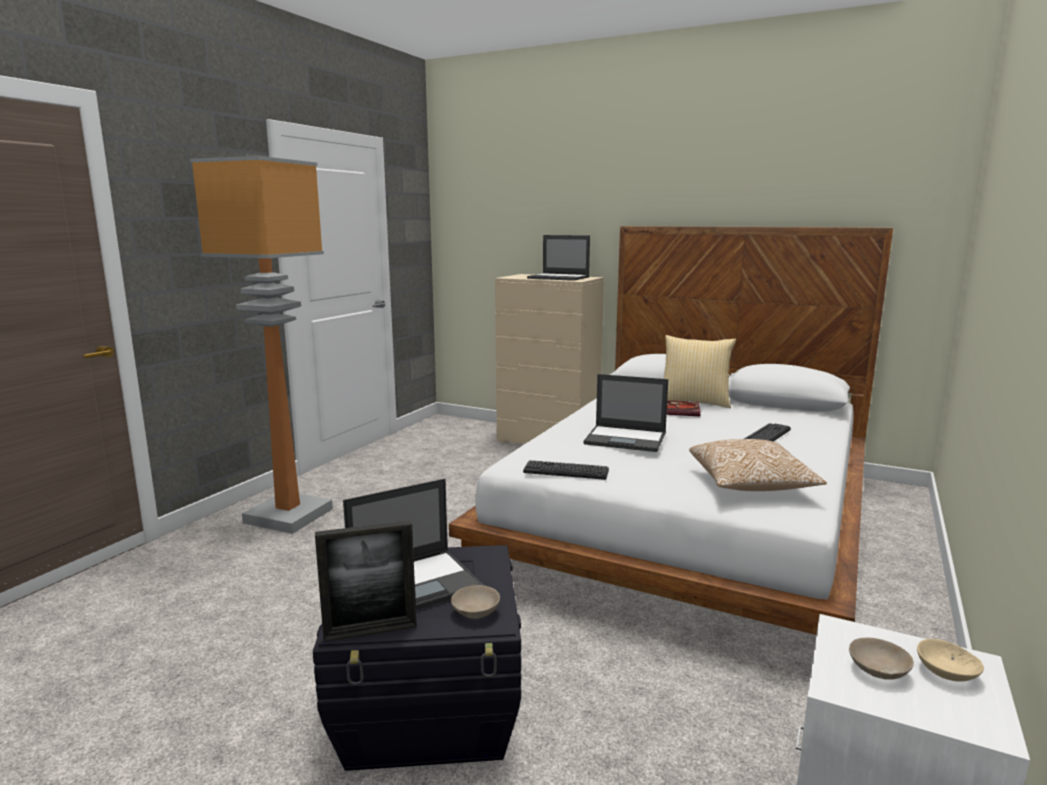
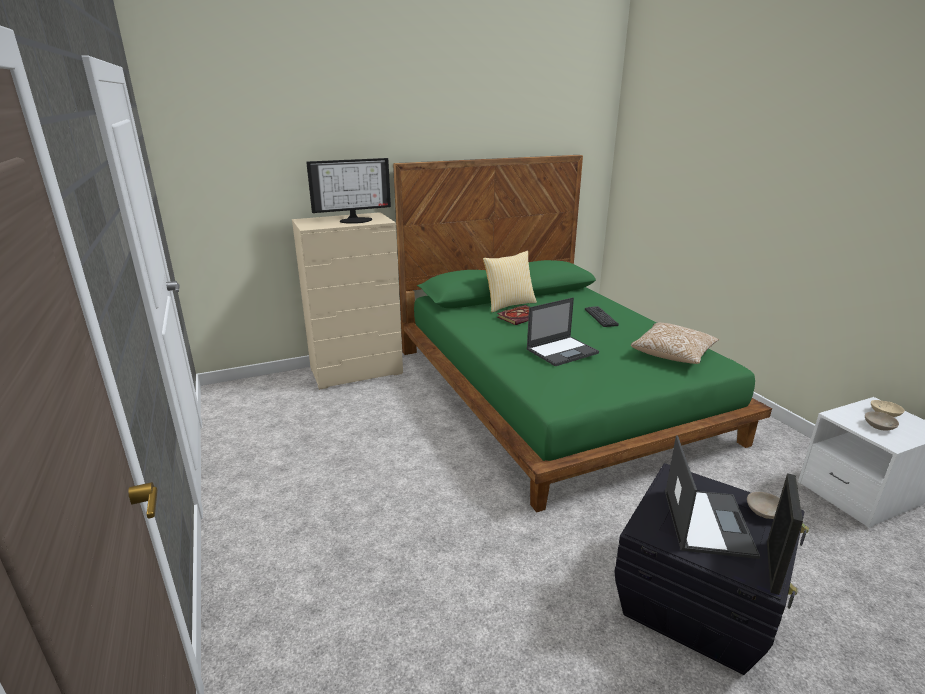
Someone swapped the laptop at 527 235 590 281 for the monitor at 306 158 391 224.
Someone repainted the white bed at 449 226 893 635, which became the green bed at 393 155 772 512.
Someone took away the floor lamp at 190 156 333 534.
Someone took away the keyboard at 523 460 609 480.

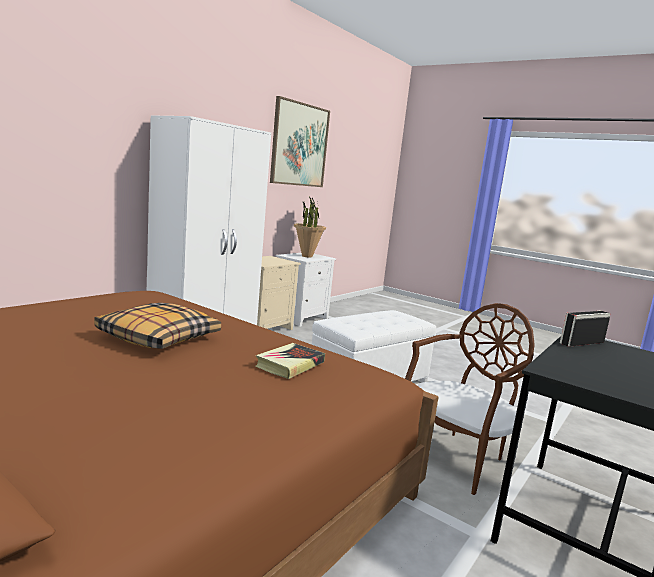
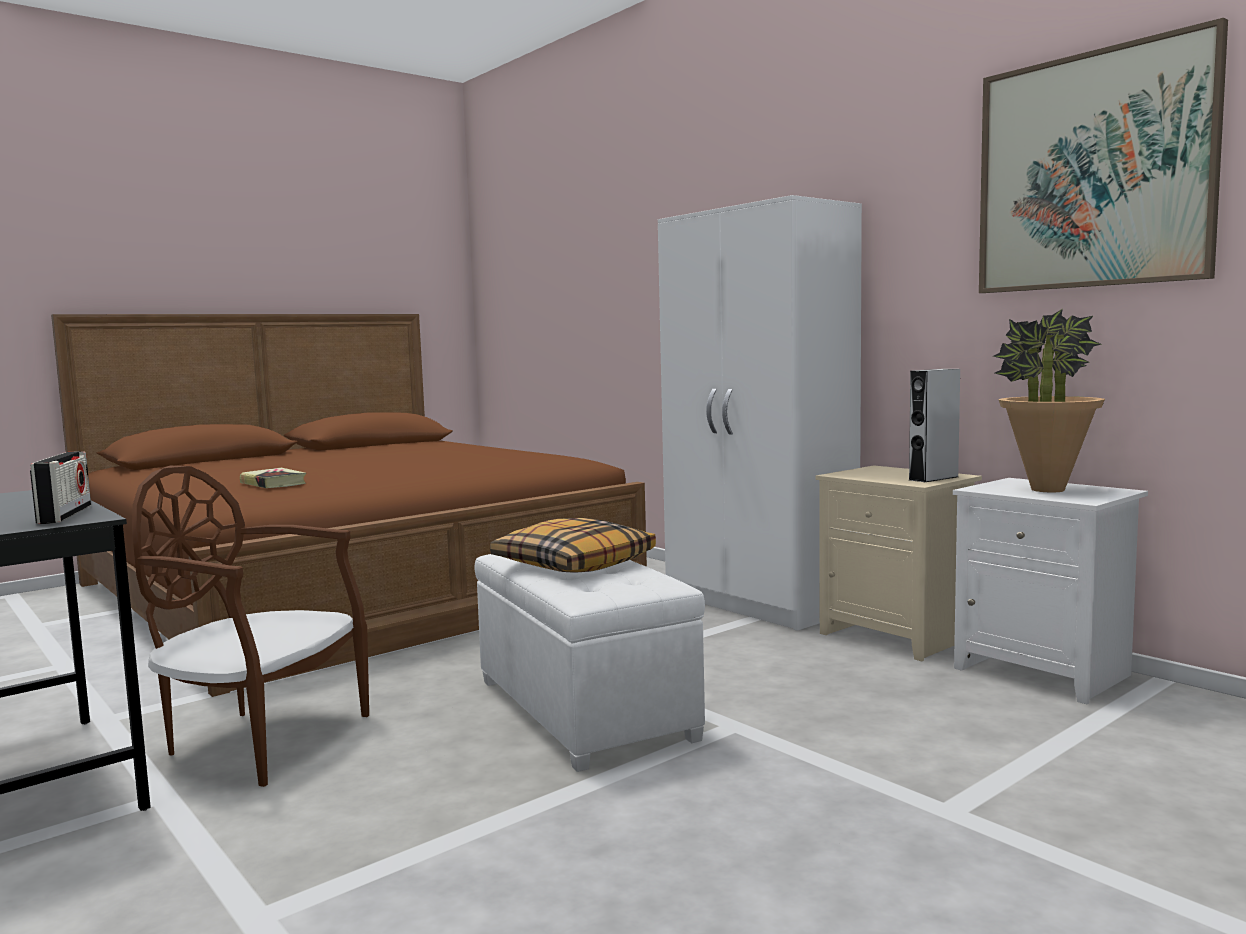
Someone rotated the brown chair at 405 303 535 495 by 135 degrees clockwise.
Someone carried the pillow from 94 303 221 349 to 490 518 656 573.
Someone put down the grey speaker at 909 369 960 482.

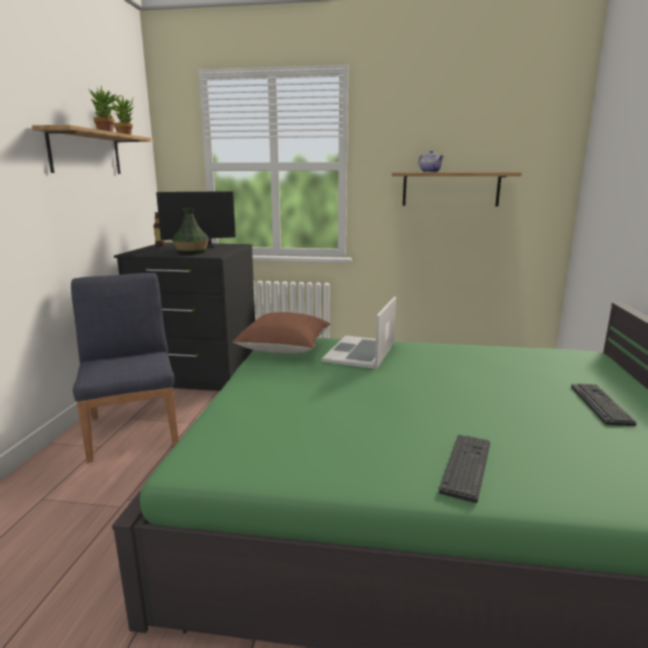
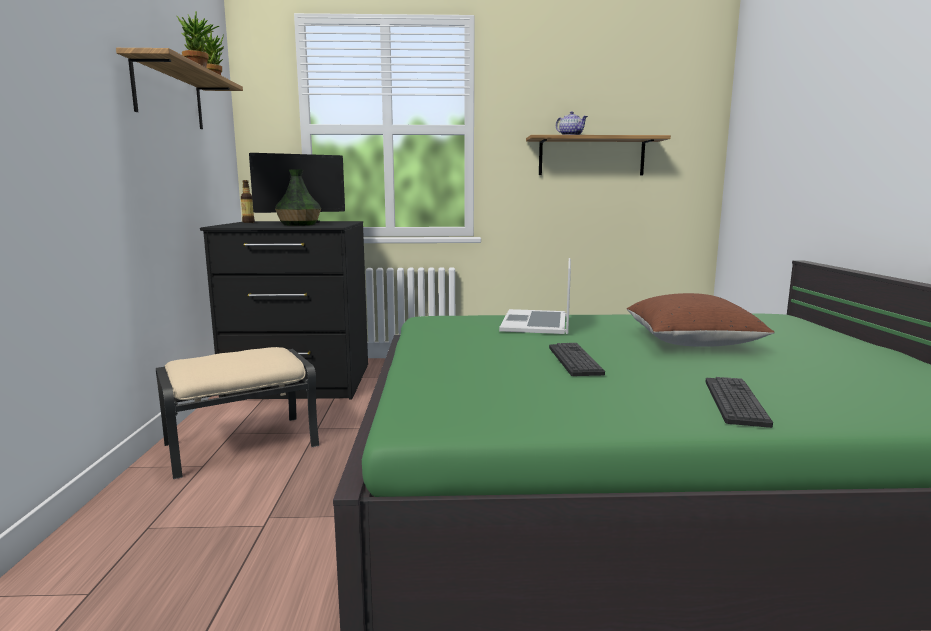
Someone swapped the blue chair at 71 273 178 463 for the beige ottoman at 156 347 319 479.
Someone carried the keyboard from 571 384 637 426 to 549 343 605 376.
Someone carried the brown pillow from 233 312 330 354 to 626 293 774 347.

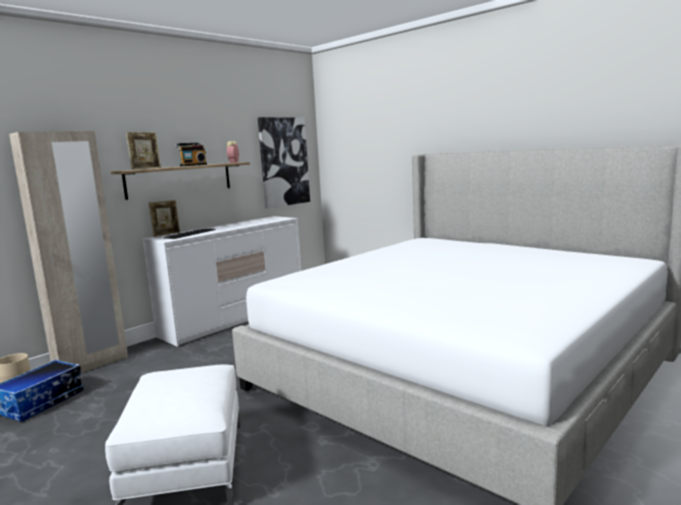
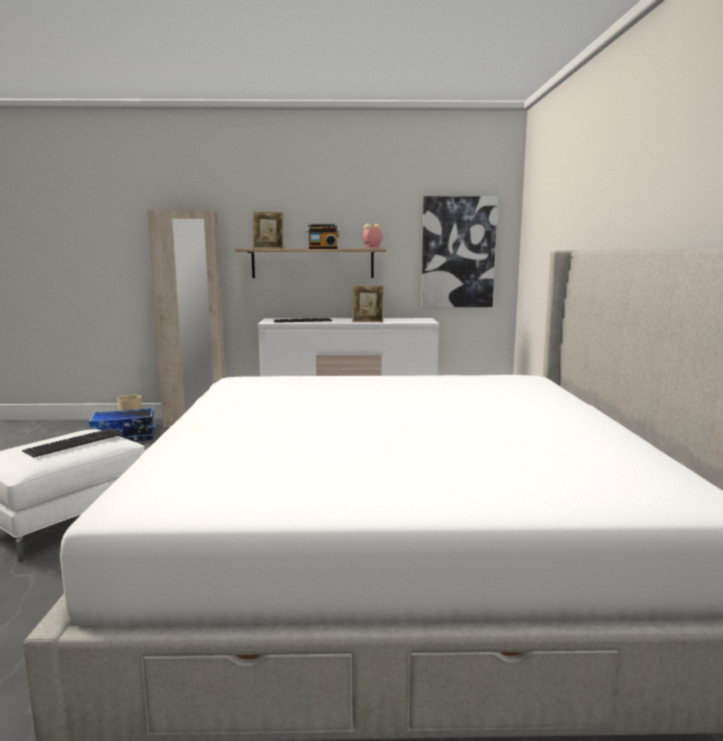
Someone put down the keyboard at 22 429 123 457.
Someone carried the picture frame from 148 200 180 237 to 352 285 384 322.

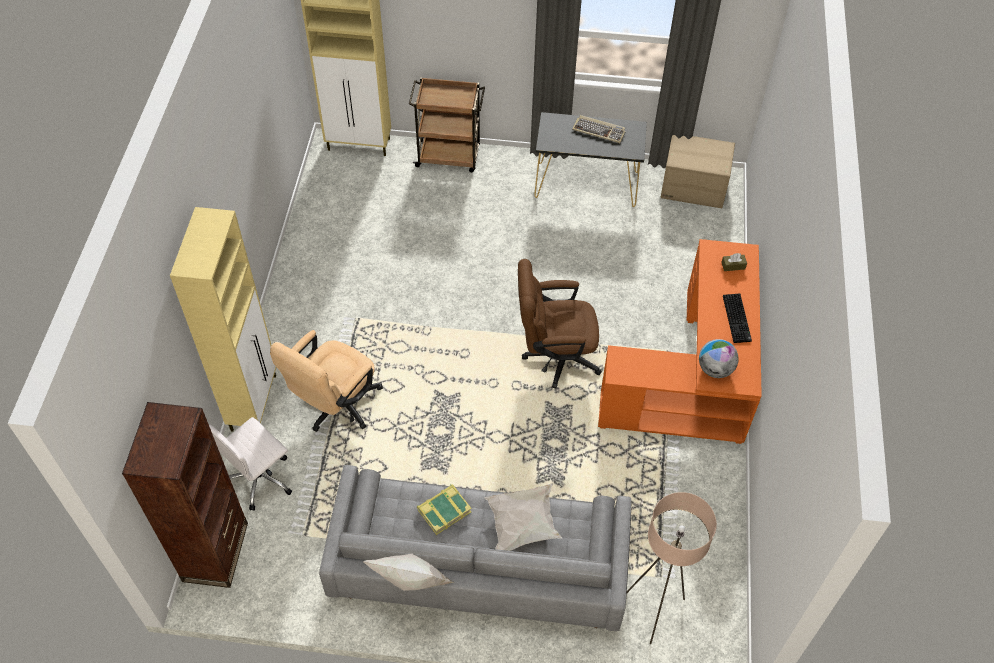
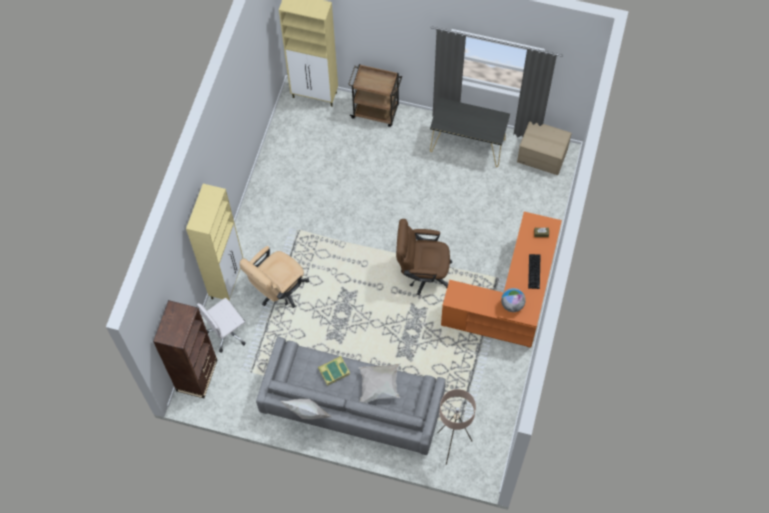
Someone took away the keyboard at 572 115 626 143.

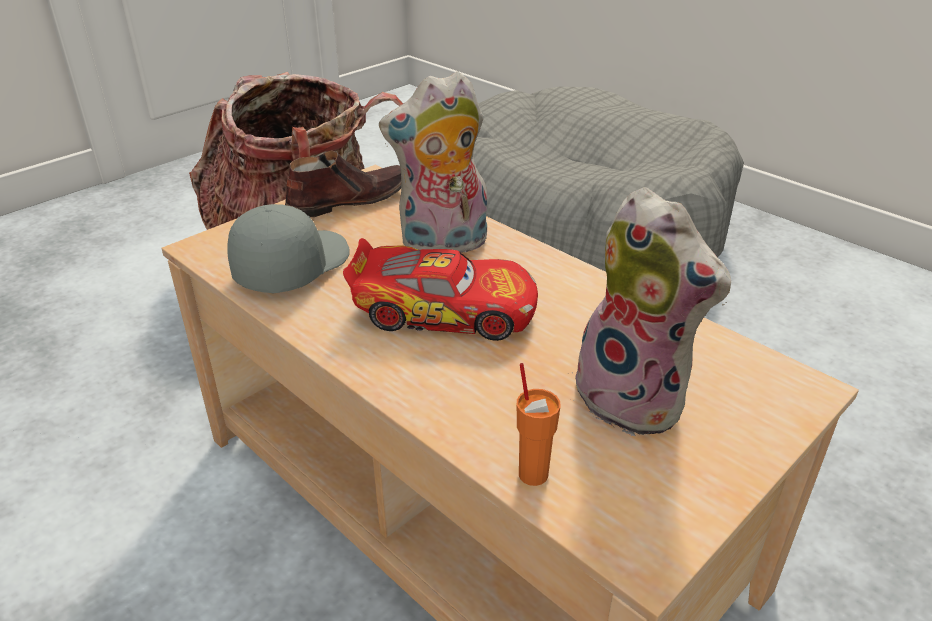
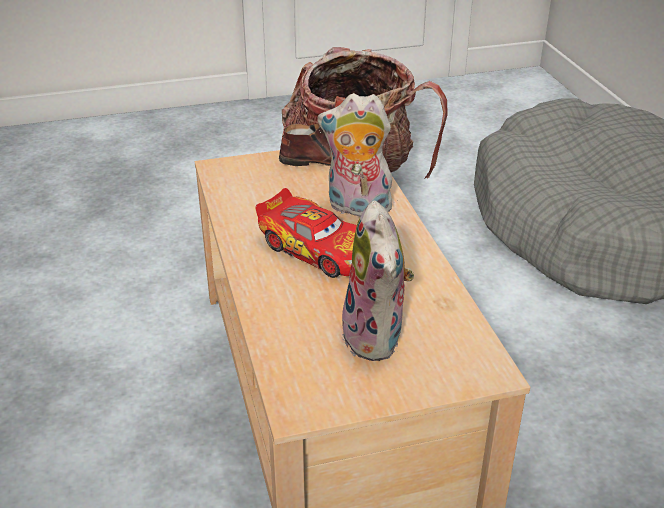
Someone took away the grey cap at 227 204 350 293.
Someone took away the orange cup at 517 363 560 486.

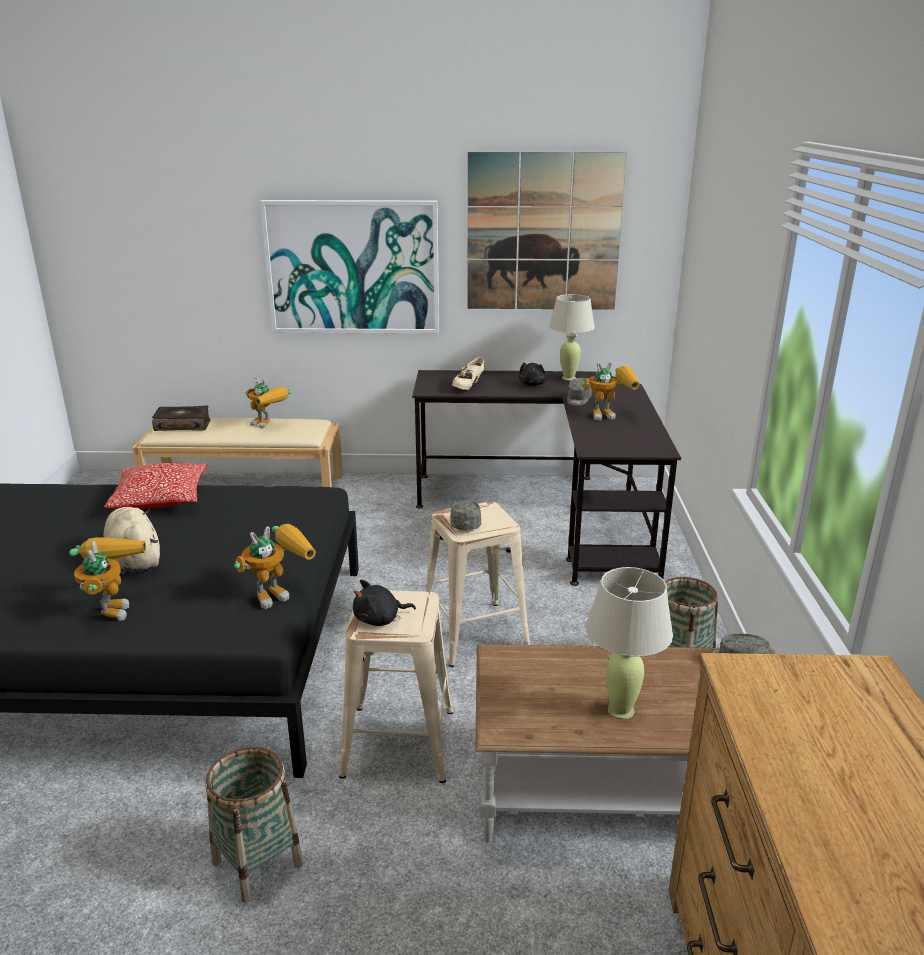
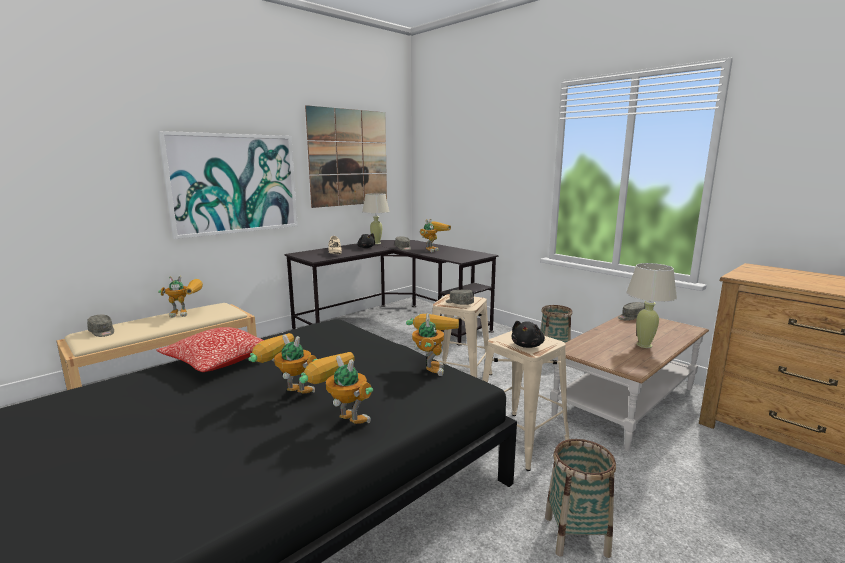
Someone swapped the book at 152 405 211 431 for the grey cap at 87 315 114 337.
Someone swapped the beige plush toy at 103 507 160 574 for the toy robot at 248 333 317 393.

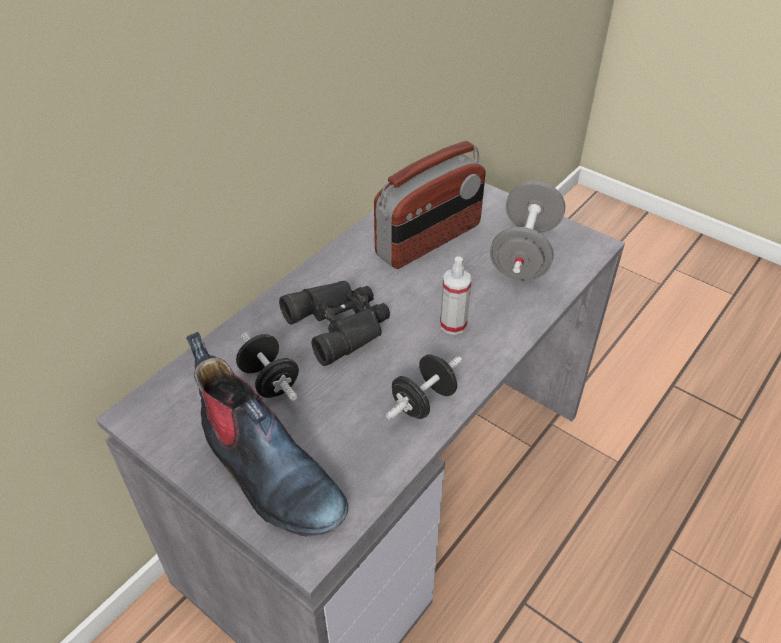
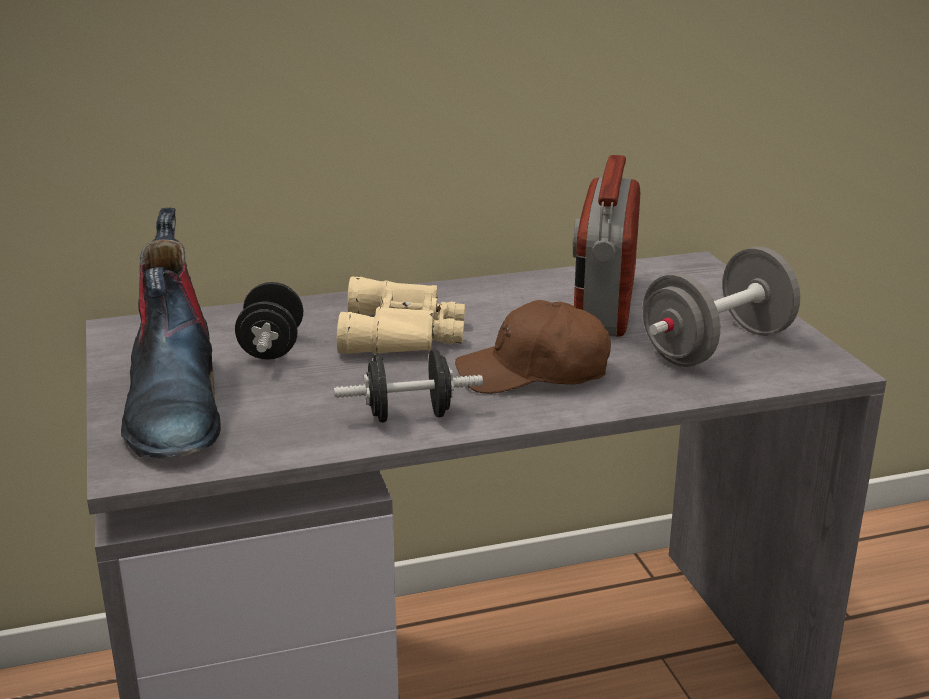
Someone repainted the black binoculars at 279 281 390 366, which became the beige binoculars at 337 277 465 354.
Someone swapped the spray bottle at 440 256 472 335 for the brown cap at 455 300 611 394.
Someone rotated the radio at 374 141 486 269 by 105 degrees clockwise.

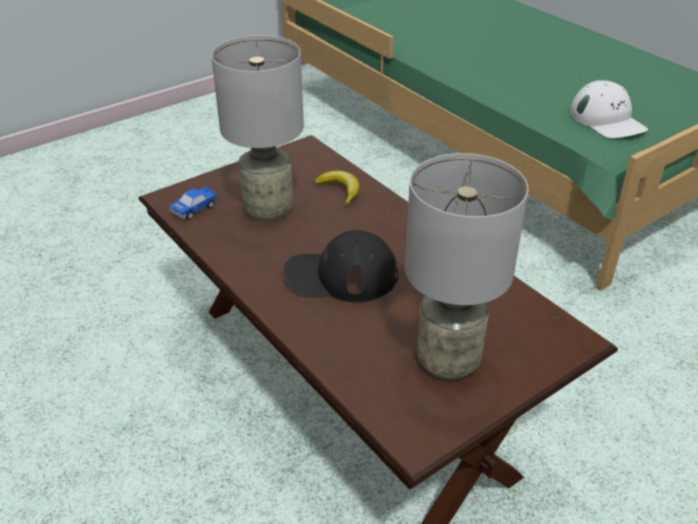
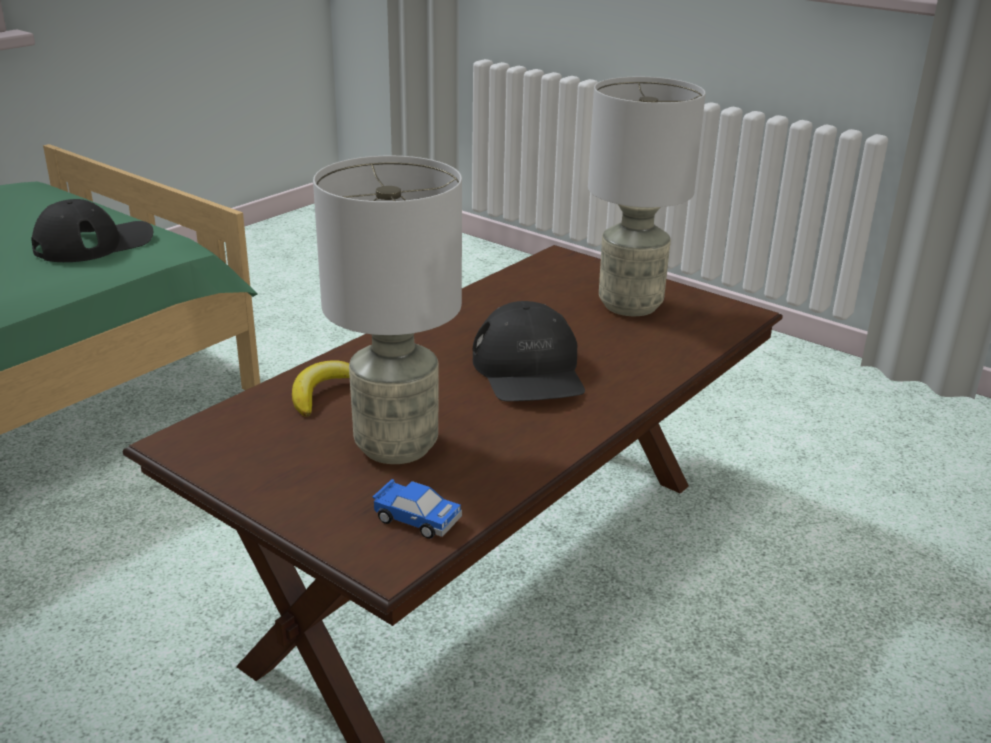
Someone repainted the white cap at 570 80 648 138, which became the black cap at 32 199 153 262.

